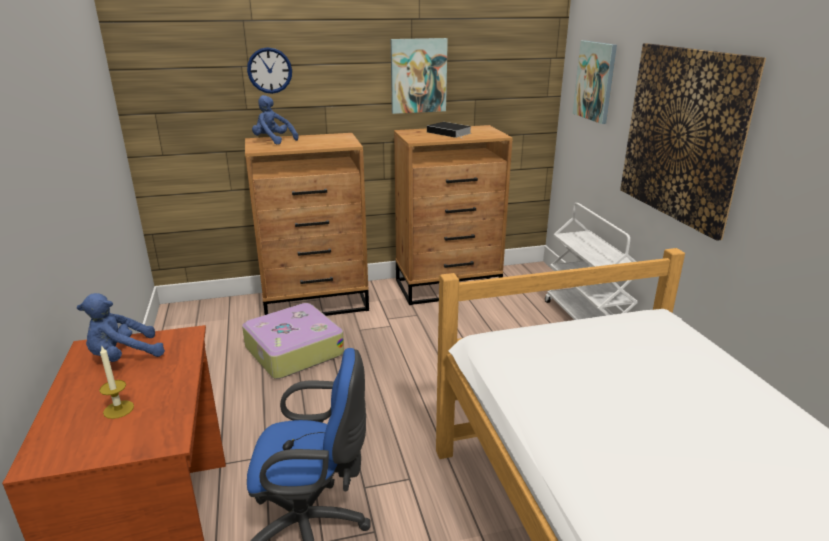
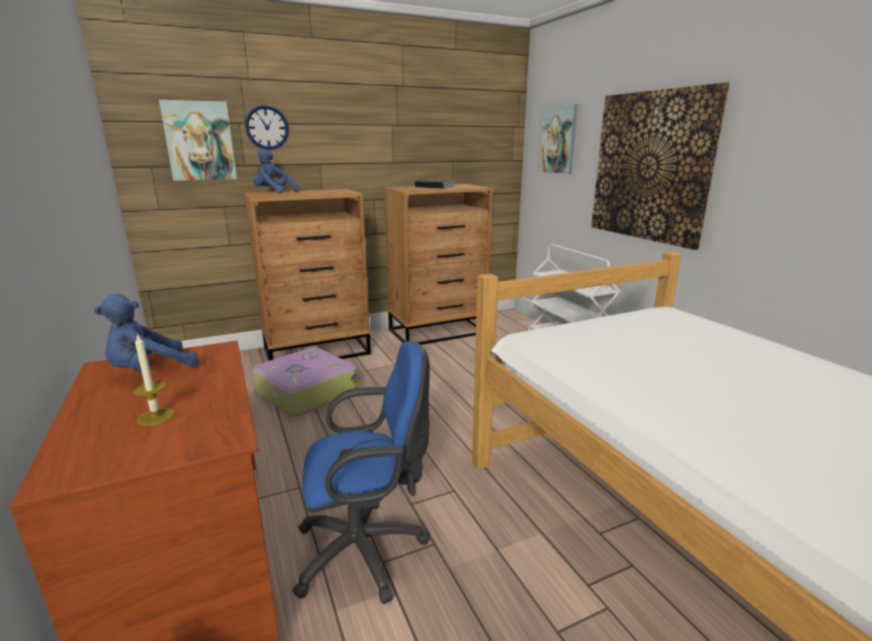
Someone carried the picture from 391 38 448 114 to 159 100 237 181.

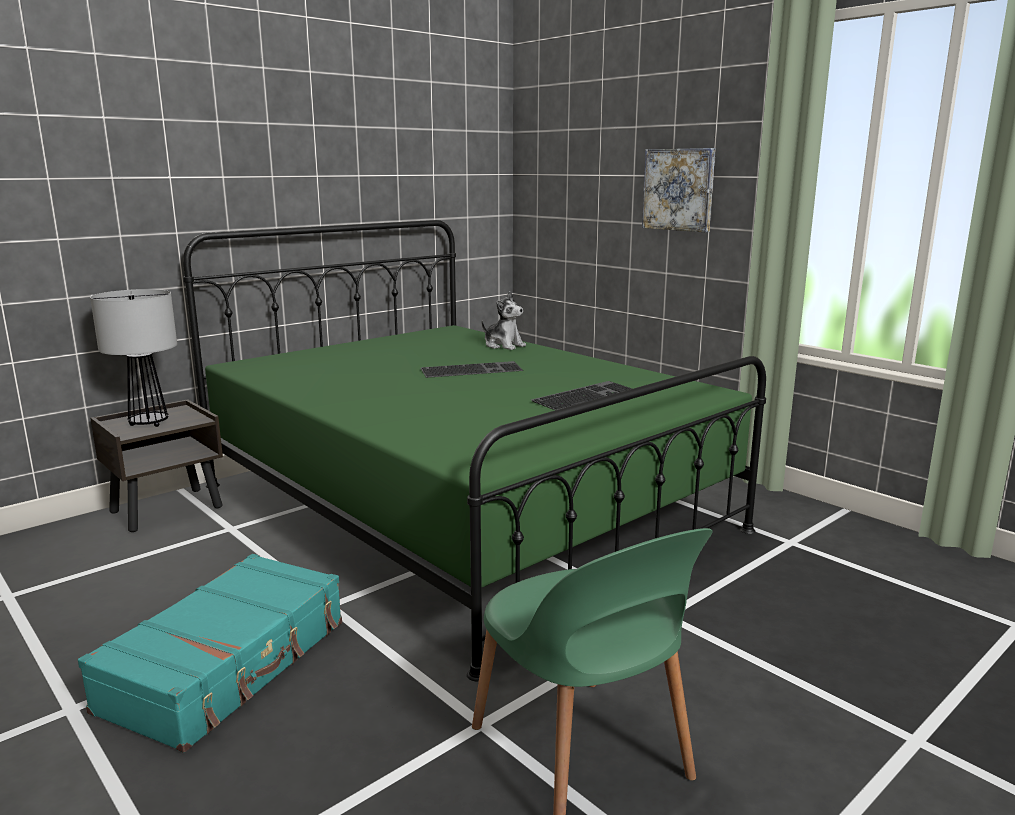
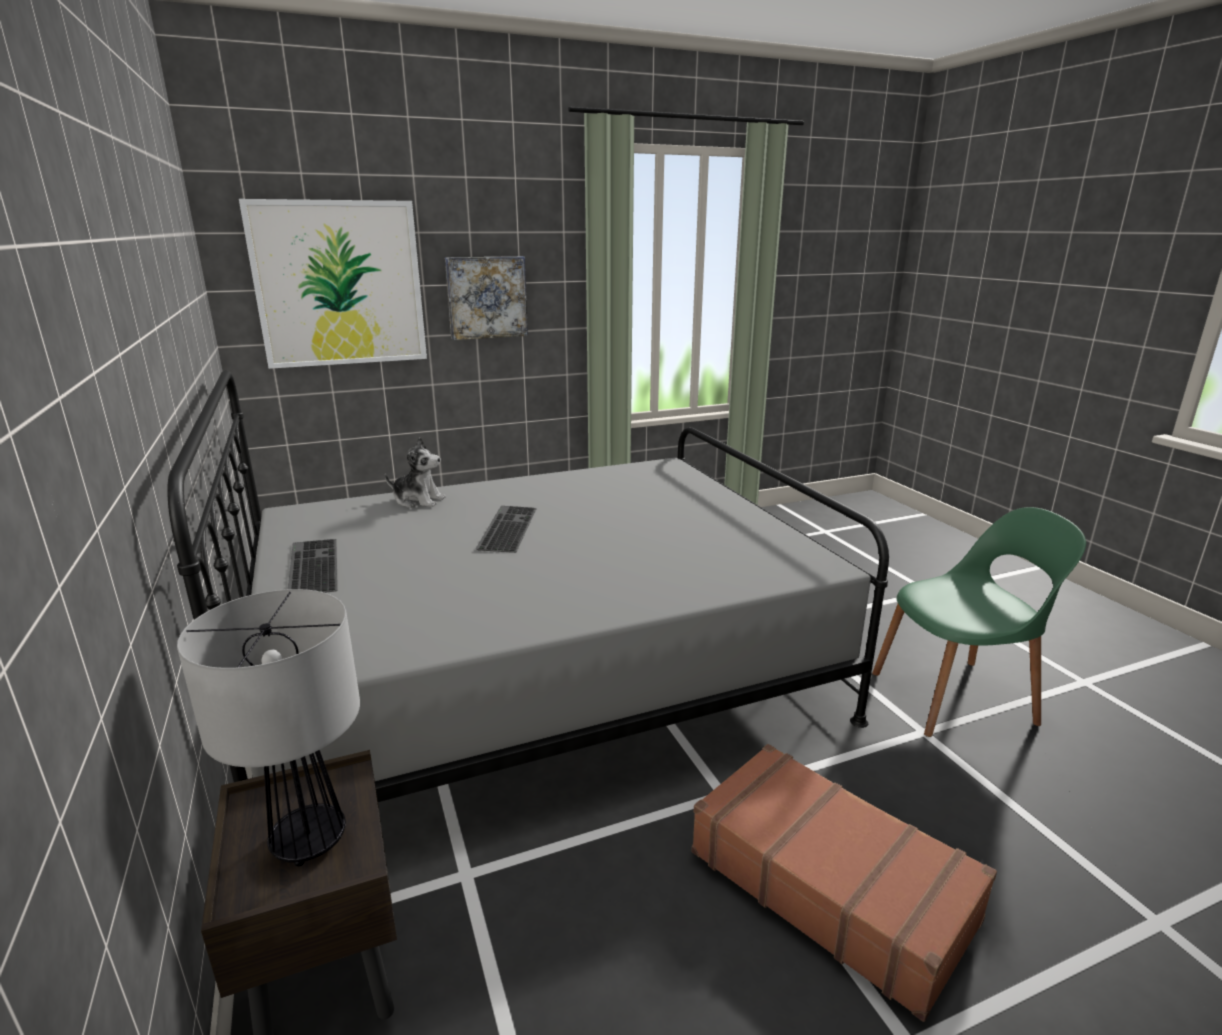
Someone repainted the green bed at 183 220 766 681, which became the grey bed at 168 370 889 802.
Someone put up the picture at 239 199 427 369.
Someone carried the keyboard from 531 381 632 410 to 288 539 338 593.
Someone rotated the plush toy at 482 291 526 350 by 45 degrees clockwise.
Someone repainted the turquoise suitcase at 78 554 342 753, which became the brown suitcase at 692 744 997 1022.

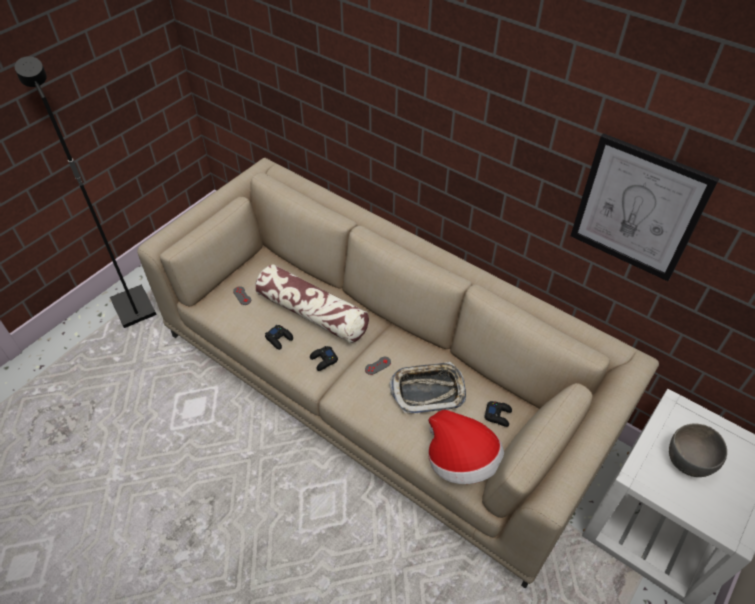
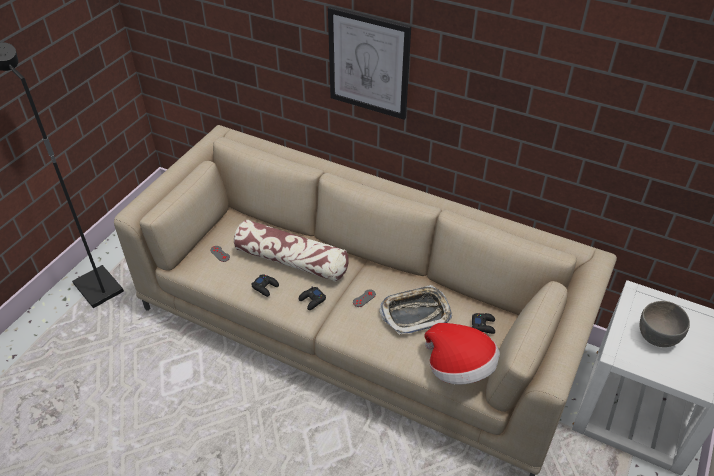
Someone carried the picture from 571 133 719 281 to 328 6 411 120.

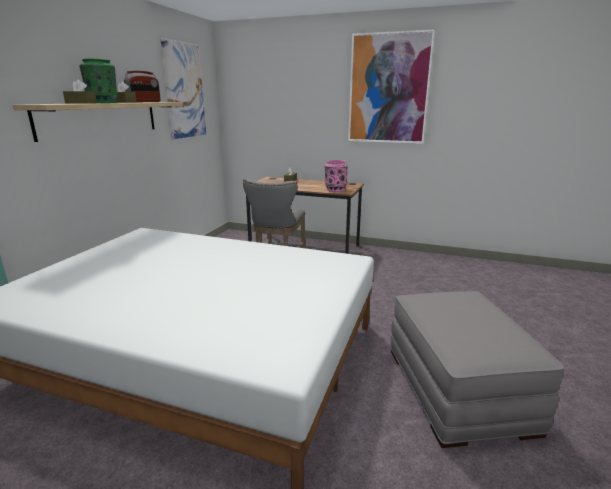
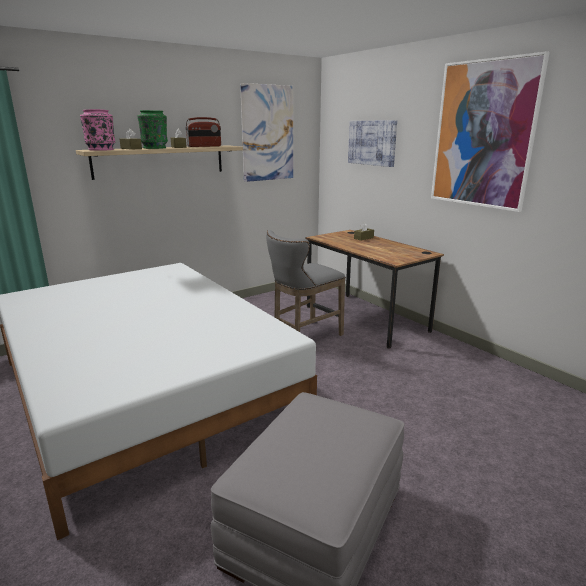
Someone carried the pink vase from 324 160 348 192 to 80 109 115 151.
Someone put up the picture at 348 121 397 167.

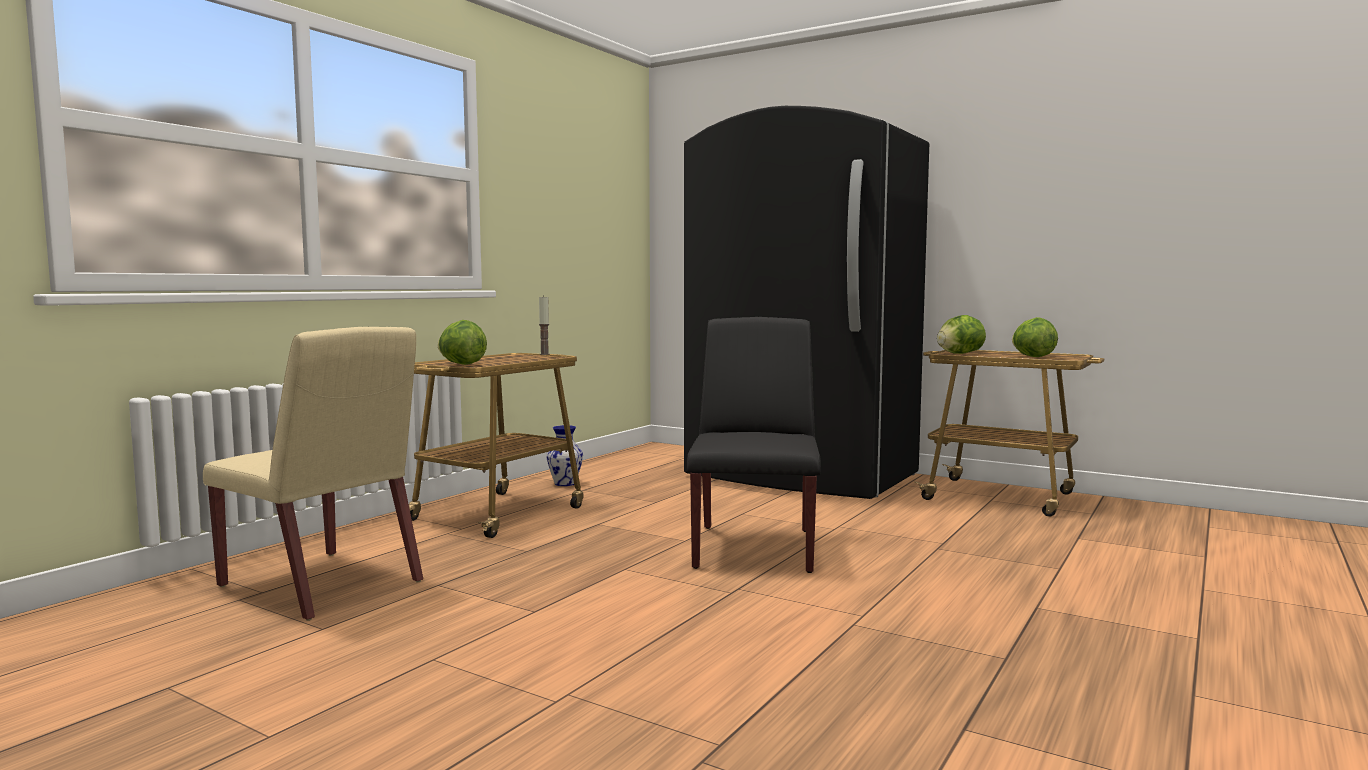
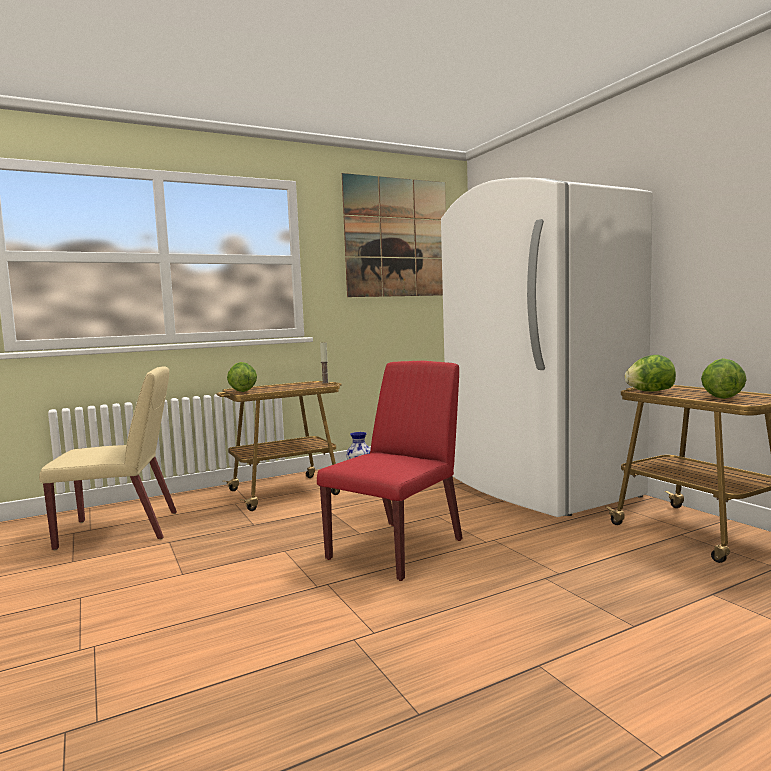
Someone rotated the beige chair at 203 327 423 621 by 75 degrees counterclockwise.
Someone repainted the black chair at 687 317 821 573, which became the red chair at 317 361 463 581.
Someone put up the picture at 342 173 446 297.
Someone repainted the black fridge at 684 106 929 499, which became the white fridge at 441 178 652 517.

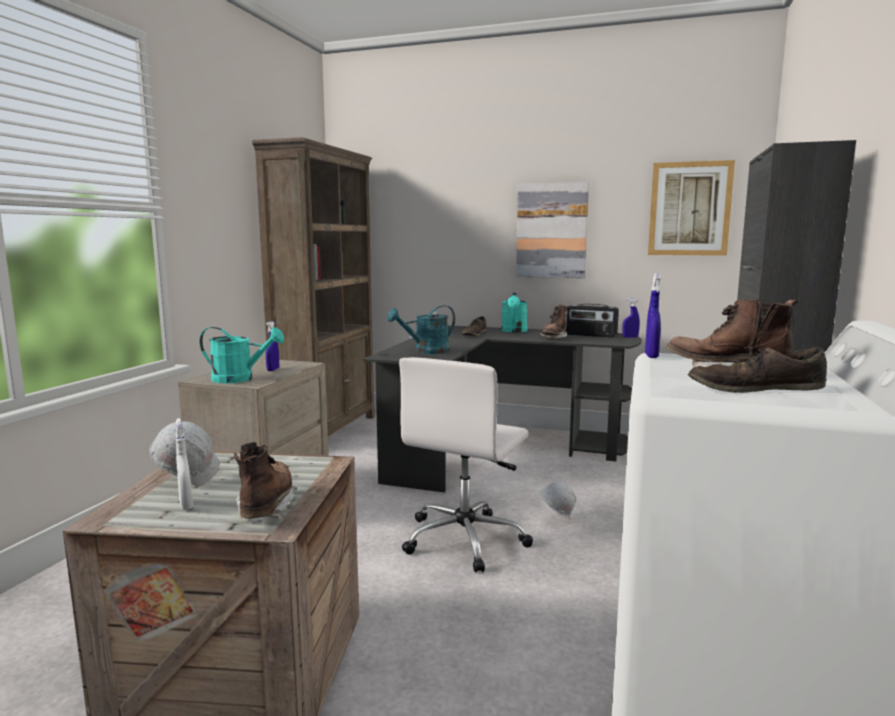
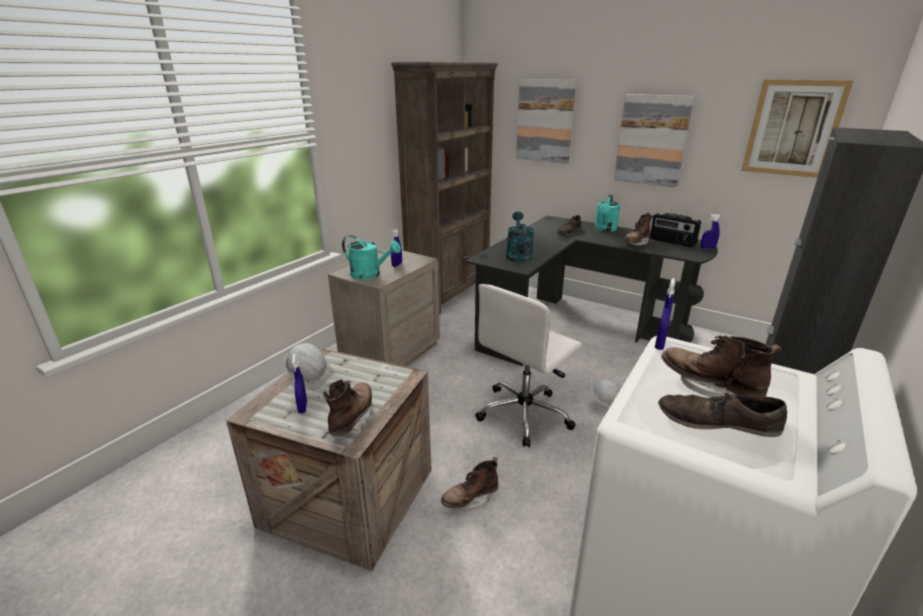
Someone repainted the white spray bottle at 176 418 193 510, which became the blue spray bottle at 292 354 307 413.
Someone put down the brown boot at 441 457 498 511.
Someone rotated the turquoise watering can at 387 305 455 354 by 105 degrees clockwise.
Someone put up the picture at 516 79 576 164.

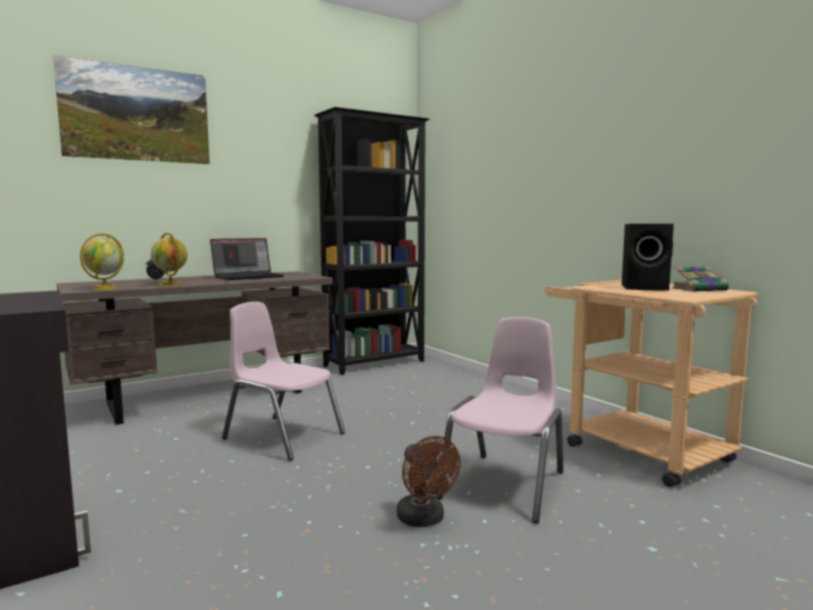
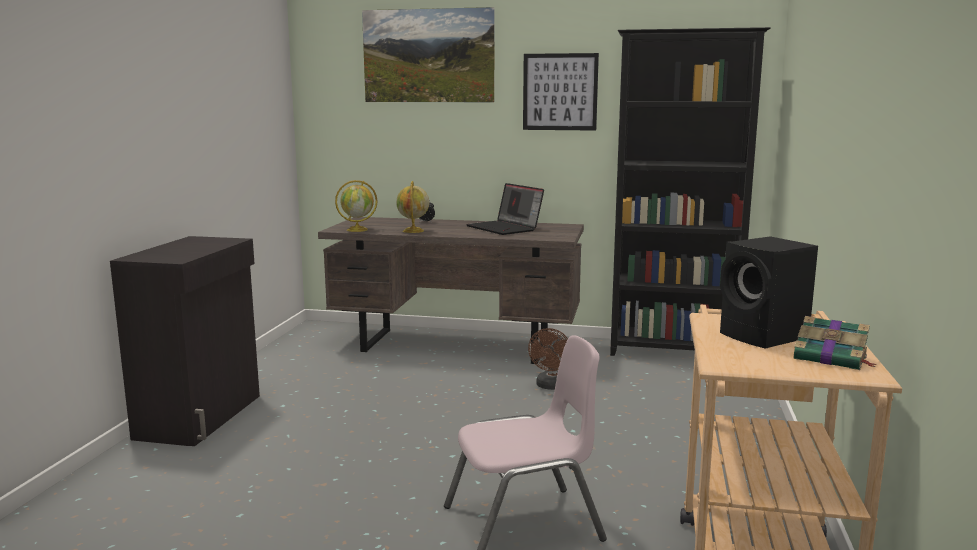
Someone rotated the laptop at 210 238 284 280 by 45 degrees clockwise.
Someone put up the picture at 523 53 599 131.
Someone carried the brown fan from 397 436 461 527 to 528 328 568 390.
Someone took away the pink chair at 222 302 345 461.

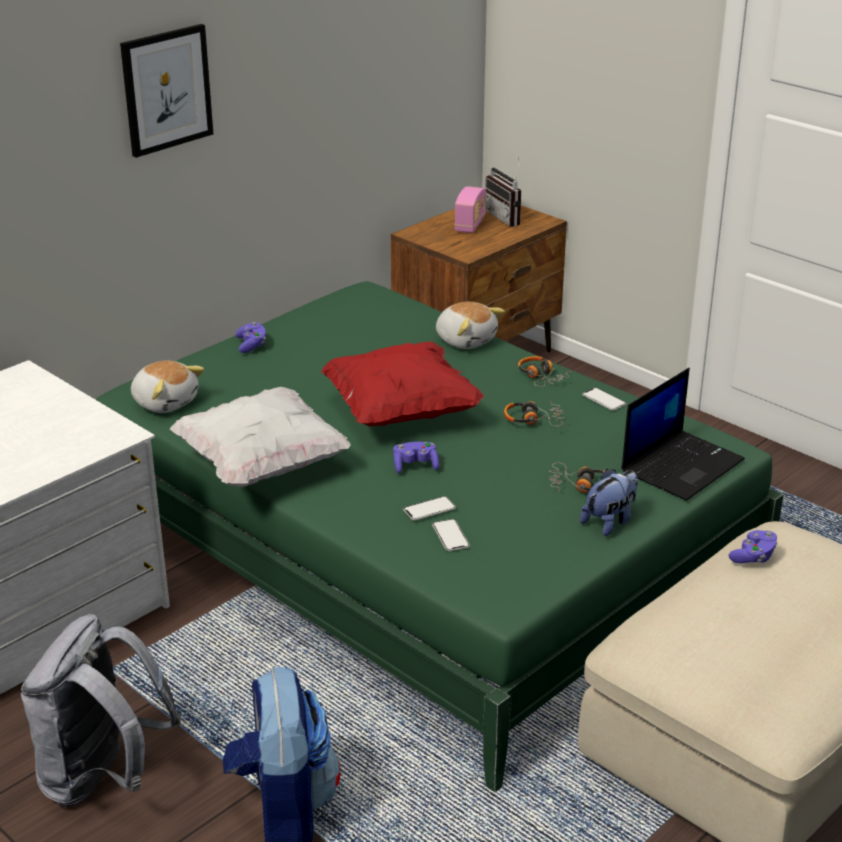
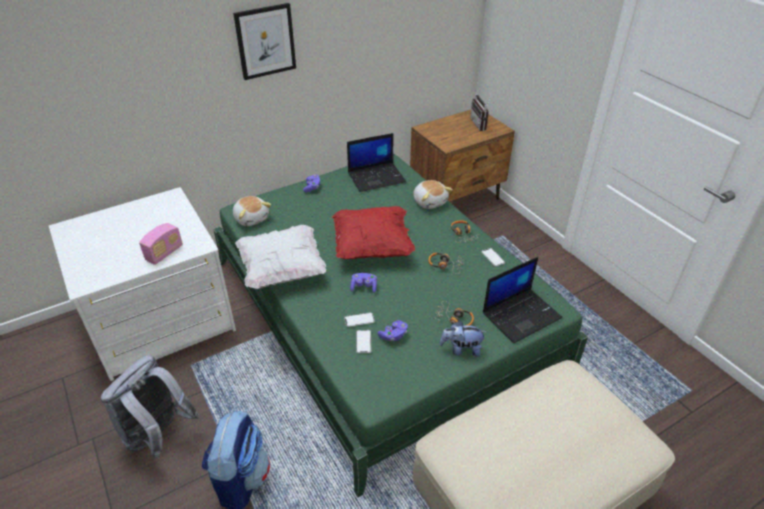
Someone carried the radio from 454 186 486 233 to 139 223 183 265.
Someone put down the laptop at 347 133 406 192.
Someone carried the purple game controller from 729 530 778 564 to 377 320 408 341.
Someone rotated the plush toy at 580 469 638 536 by 150 degrees counterclockwise.

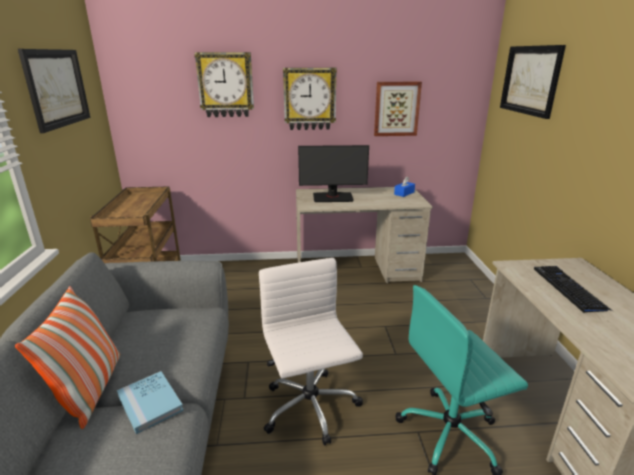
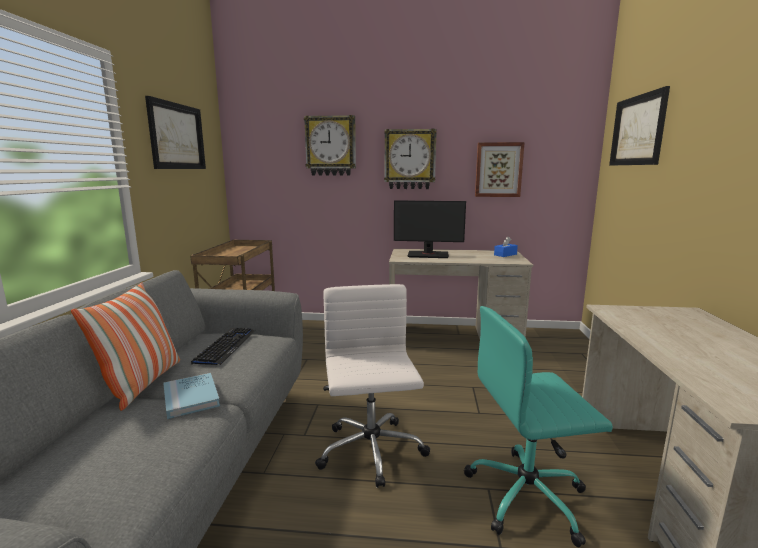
Someone carried the keyboard from 534 266 613 313 to 191 328 255 365.

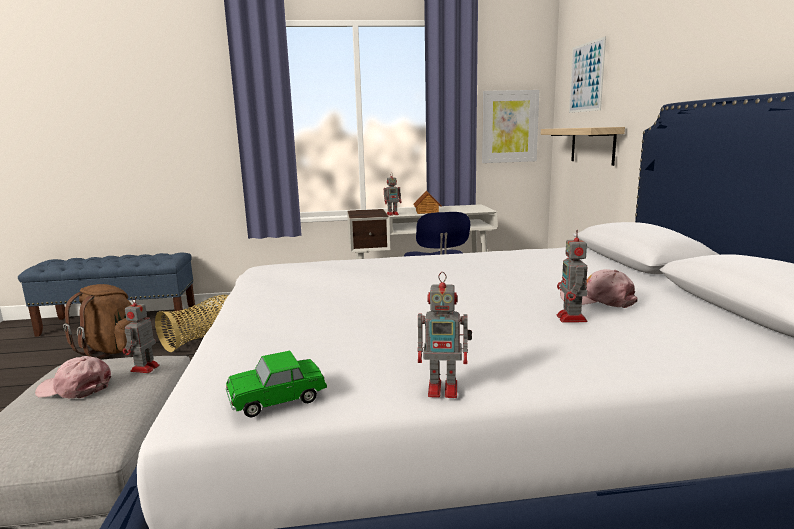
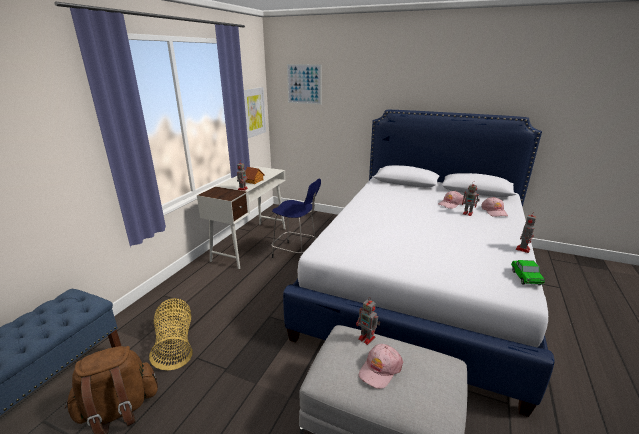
Someone put down the pink cap at 481 197 508 217.
Someone took away the shelf at 541 127 625 166.

